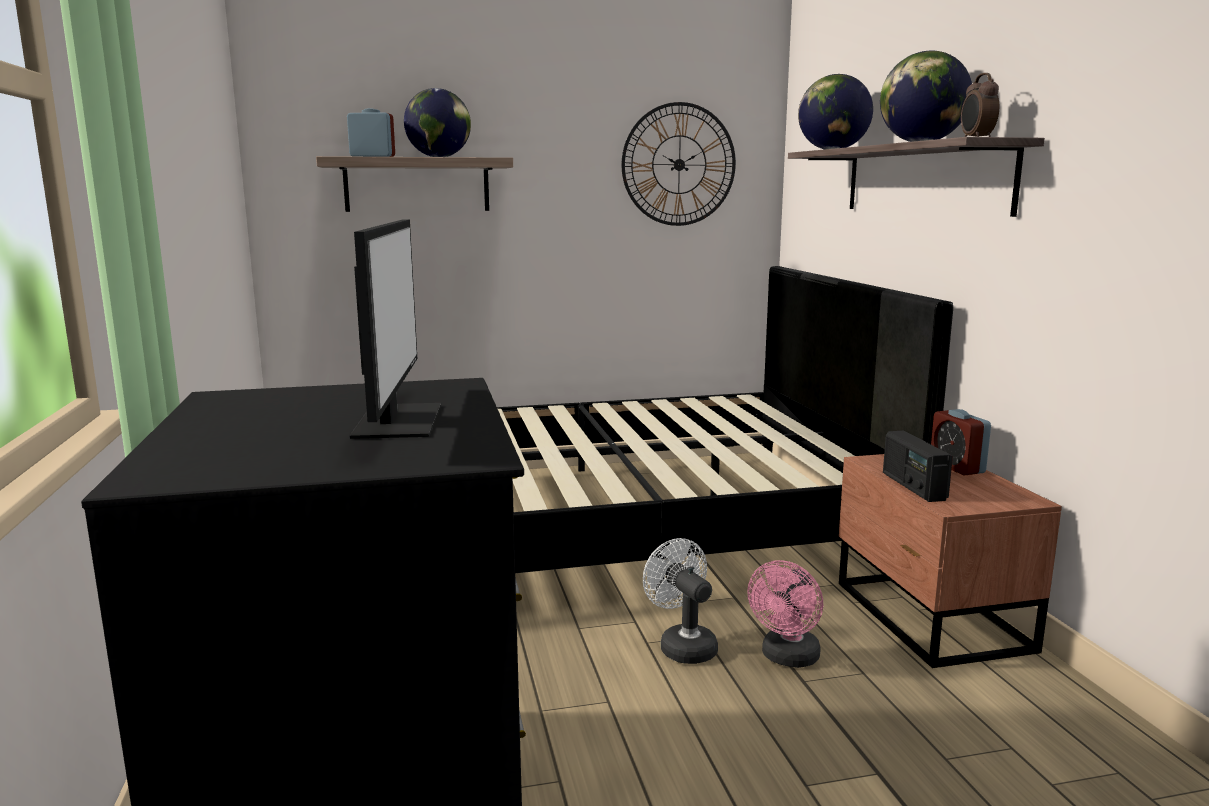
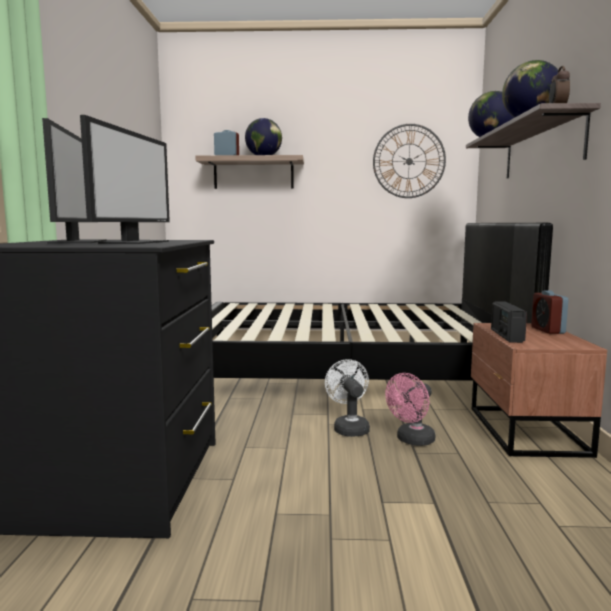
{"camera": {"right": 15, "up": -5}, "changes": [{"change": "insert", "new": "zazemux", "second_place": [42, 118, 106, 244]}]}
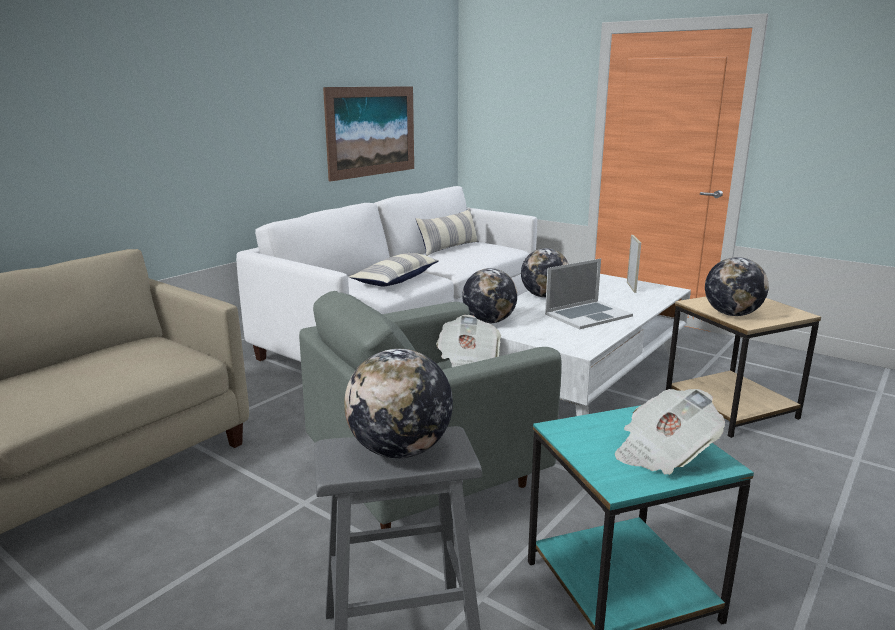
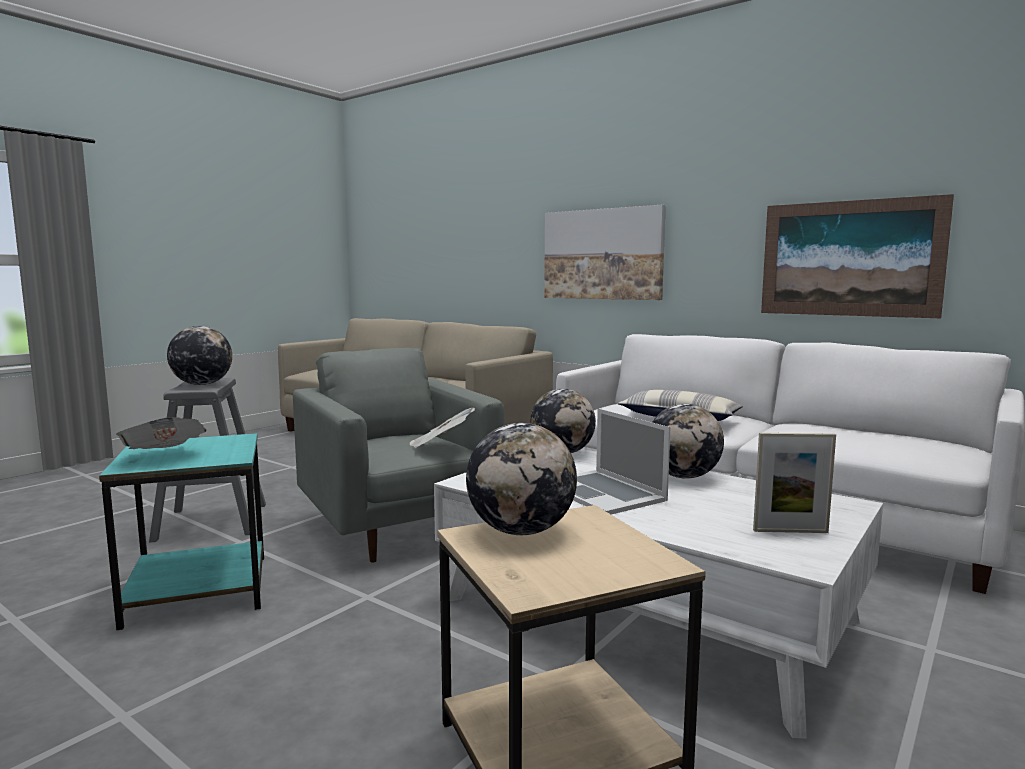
{"camera": {"right": 90, "up": -10}, "changes": [{"change": "delete", "old": "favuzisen", "first_place": [416, 208, 479, 256]}, {"change": "insert", "new": "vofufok", "second_place": [544, 204, 666, 300]}]}
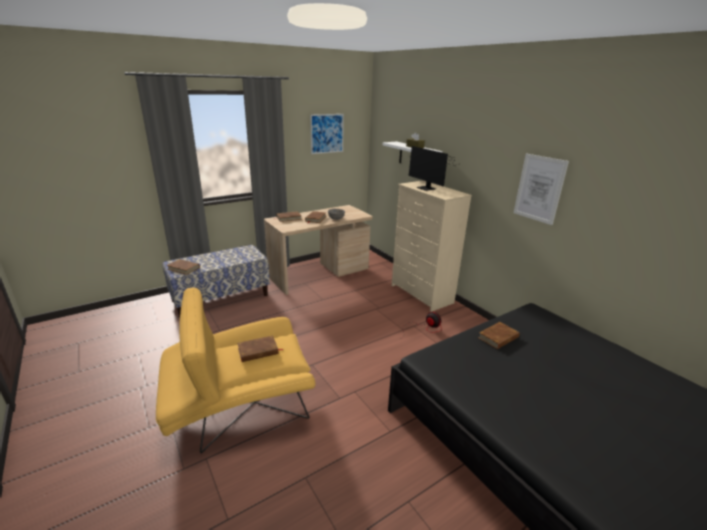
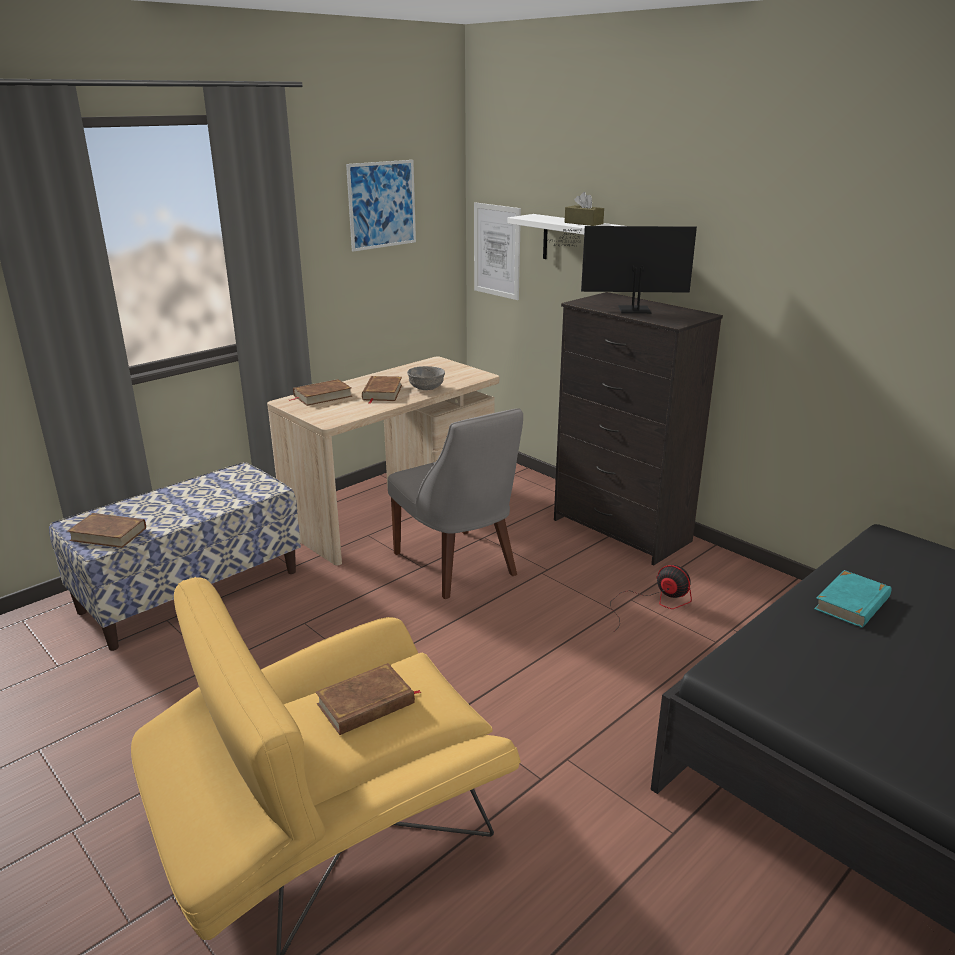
{"camera": {"right": -10, "up": 0}, "changes": [{"change": "recolor", "old": "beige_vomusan", "new": "black_vomusan", "first_place": [392, 180, 472, 312], "second_place": [554, 292, 723, 565]}, {"change": "rotate", "old": "zazemux", "first_place": [408, 146, 457, 191], "second_place": [548, 226, 697, 314], "degrees": 135}, {"change": "recolor", "old": "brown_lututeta", "new": "turquoise_lututeta", "first_place": [478, 322, 520, 349], "second_place": [814, 570, 892, 628]}, {"change": "move", "old": "vofufok", "first_place": [514, 154, 569, 225], "second_place": [474, 202, 521, 300]}, {"change": "insert", "new": "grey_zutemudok", "second_place": [388, 408, 523, 599]}]}
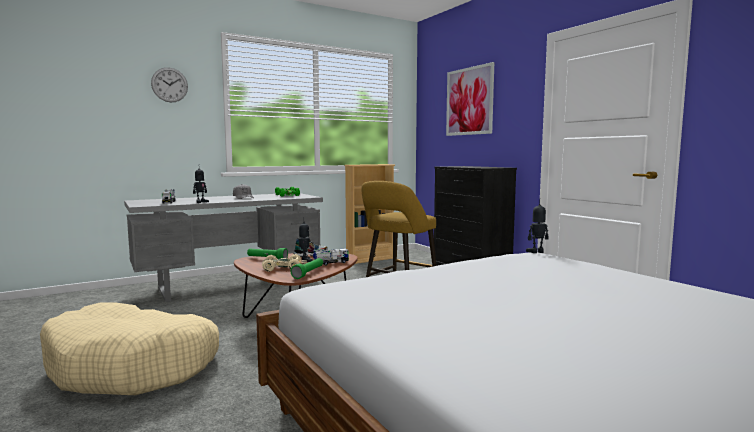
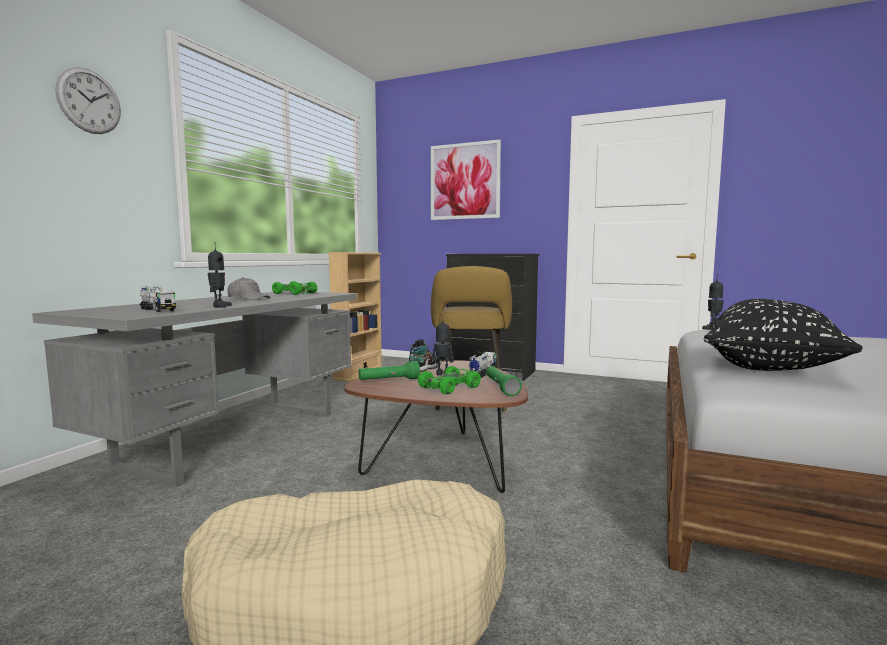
{"camera": {"right": -35, "up": 0}, "changes": [{"change": "recolor", "old": "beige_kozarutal", "new": "green_kozarutal", "first_place": [262, 254, 307, 272], "second_place": [418, 366, 481, 395]}, {"change": "insert", "new": "black_favuzisen", "second_place": [704, 299, 863, 371]}]}
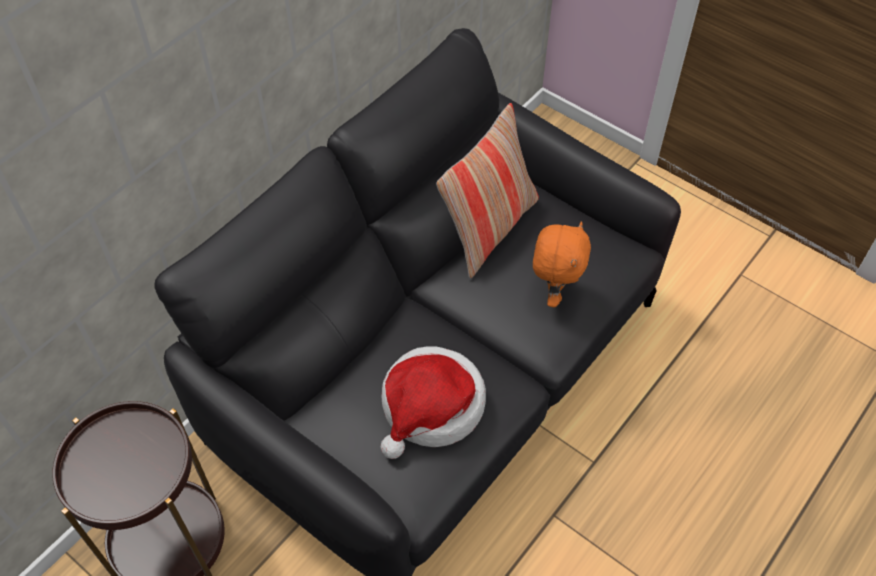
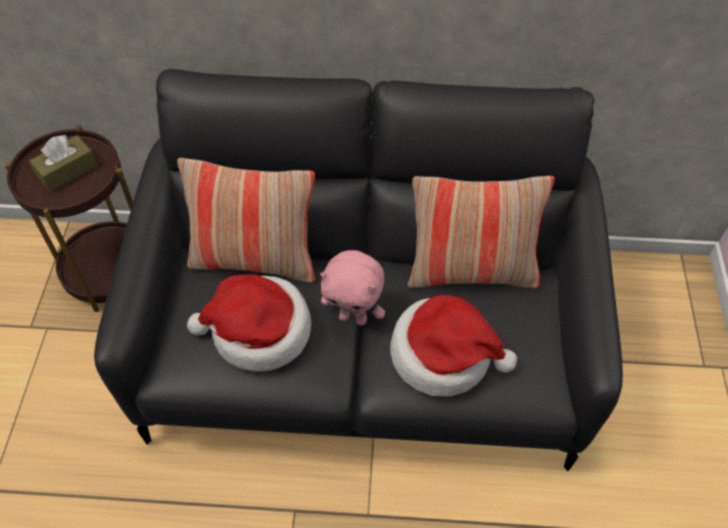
{"camera": {"right": 55, "up": 0}, "changes": [{"change": "replace", "old": "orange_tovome", "new": "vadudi", "first_place": [533, 221, 591, 307], "second_place": [390, 295, 517, 397]}, {"change": "insert", "new": "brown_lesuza", "second_place": [29, 135, 97, 192]}, {"change": "insert", "new": "favuzisen", "second_place": [177, 158, 315, 283]}, {"change": "insert", "new": "pink_tovome", "second_place": [320, 250, 385, 326]}]}
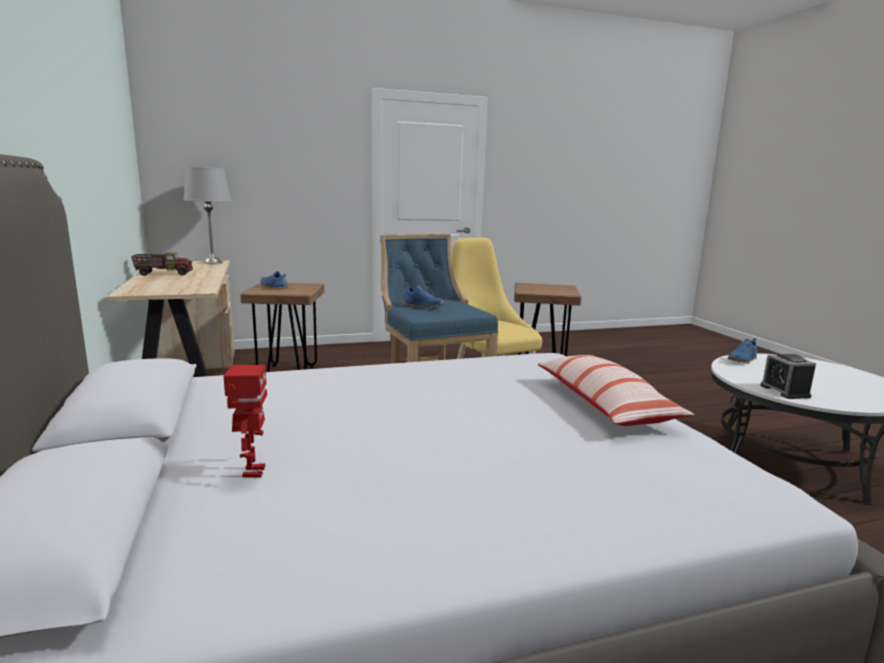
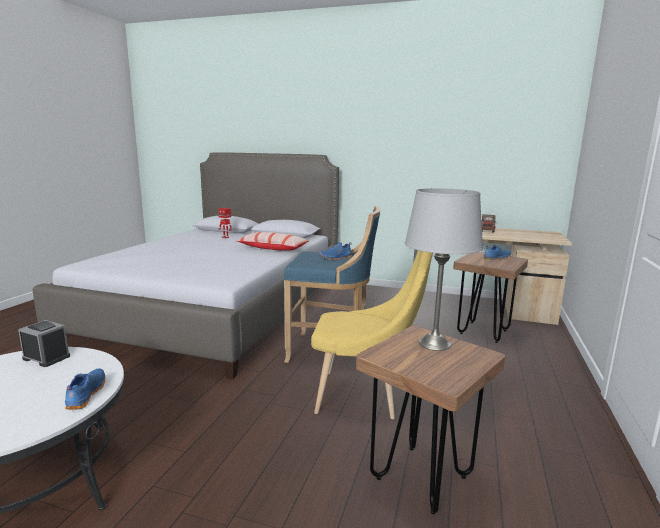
{"camera": {"right": 125, "up": 0}, "changes": [{"change": "move", "old": "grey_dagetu", "first_place": [183, 167, 232, 264], "second_place": [405, 188, 483, 351]}, {"change": "move", "old": "favuzisen", "first_place": [538, 355, 694, 426], "second_place": [237, 232, 309, 251]}]}
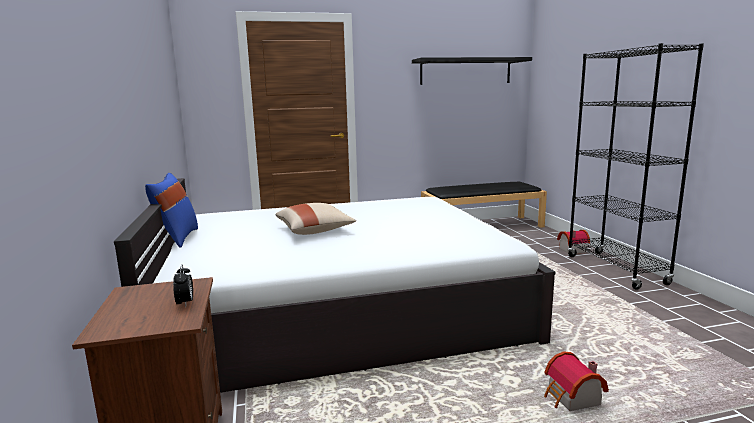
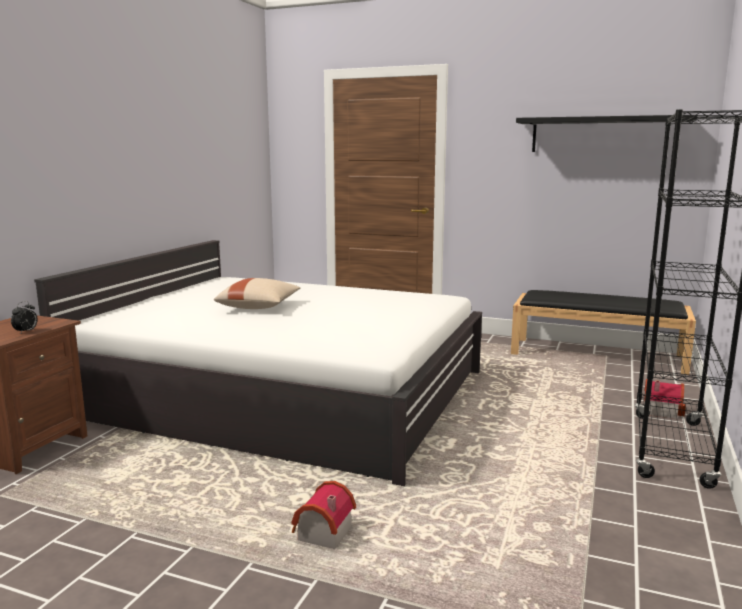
{"camera": {"right": 35, "up": 0}, "changes": [{"change": "delete", "old": "blue_favuzisen", "first_place": [145, 173, 198, 248]}]}
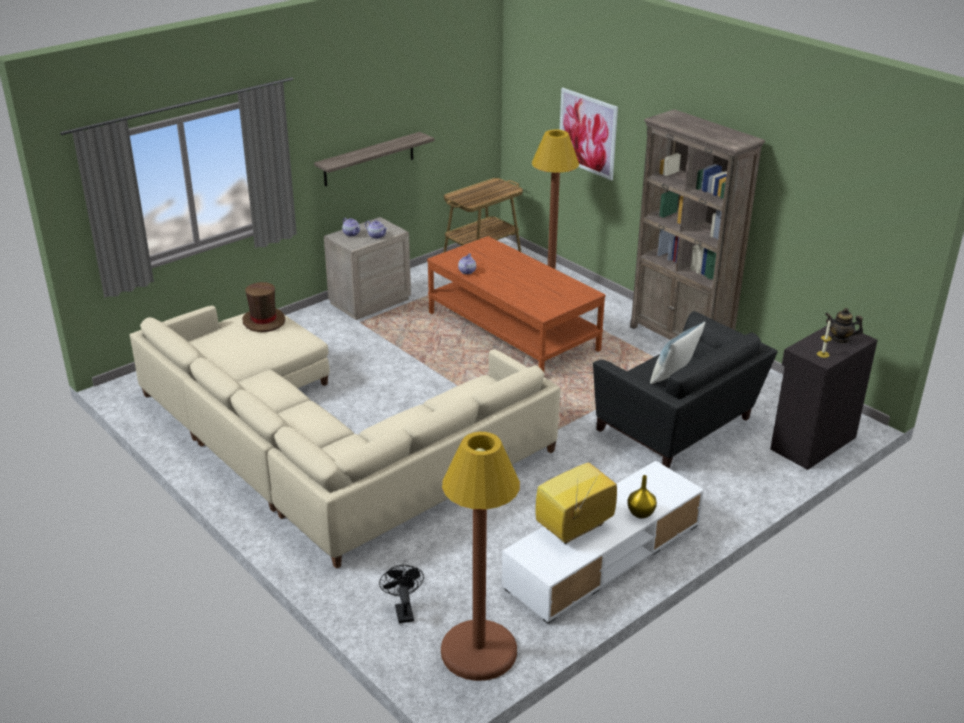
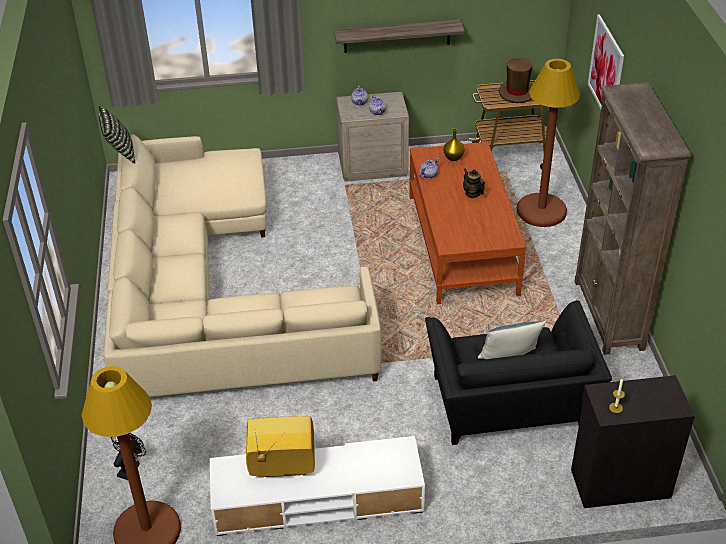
{"camera": {"right": 35, "up": 10}, "changes": [{"change": "move", "old": "brown_vadudi", "first_place": [242, 282, 285, 332], "second_place": [499, 58, 533, 103]}, {"change": "move", "old": "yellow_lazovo", "first_place": [627, 475, 657, 519], "second_place": [443, 129, 465, 161]}, {"change": "move", "old": "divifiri", "first_place": [825, 308, 863, 344], "second_place": [463, 168, 485, 198]}, {"change": "insert", "new": "favuzisen", "second_place": [98, 106, 135, 163]}]}
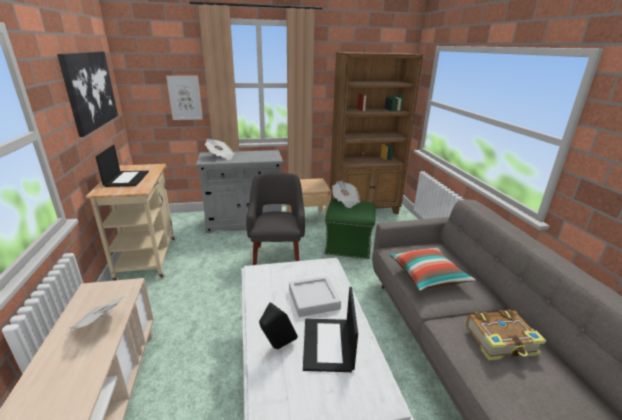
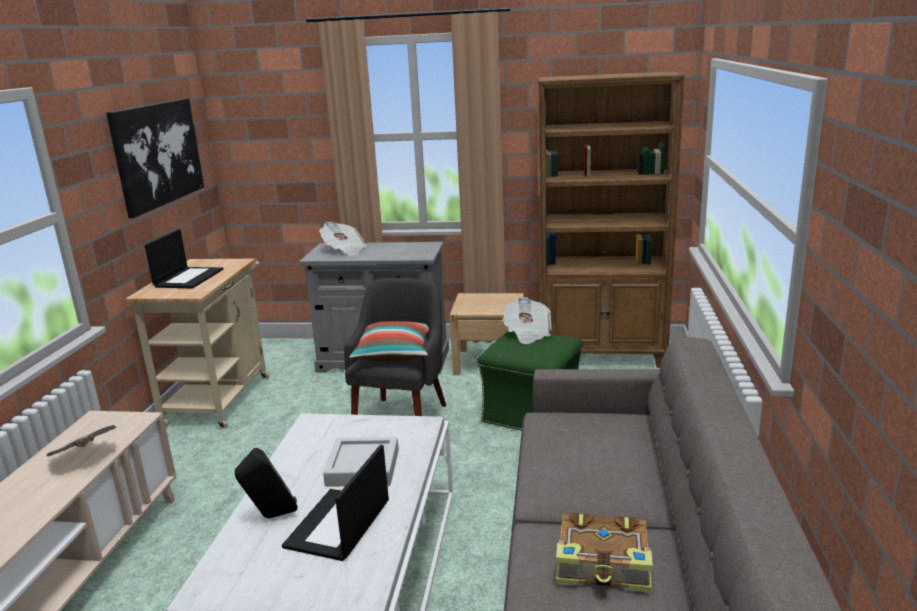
{"camera": {"right": 20, "up": -5}, "changes": [{"change": "delete", "old": "vofufok", "first_place": [166, 76, 203, 120]}, {"change": "move", "old": "favuzisen", "first_place": [390, 247, 476, 291], "second_place": [349, 321, 429, 361]}]}
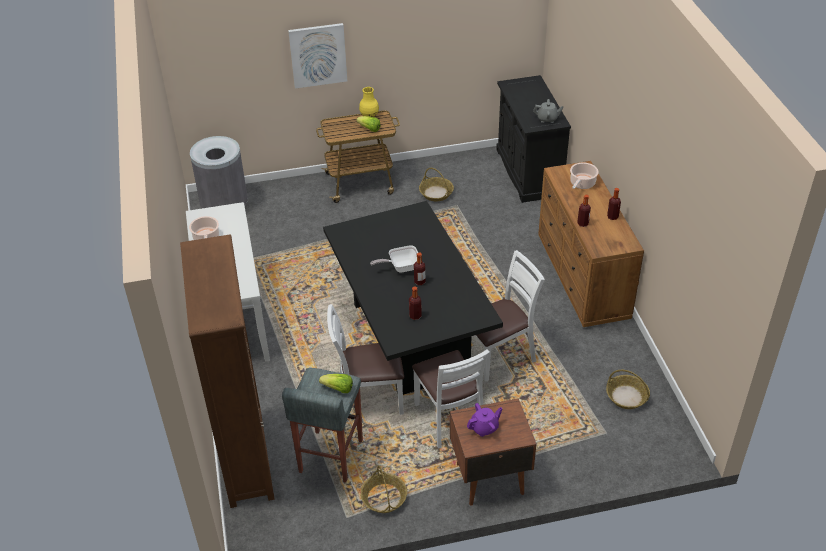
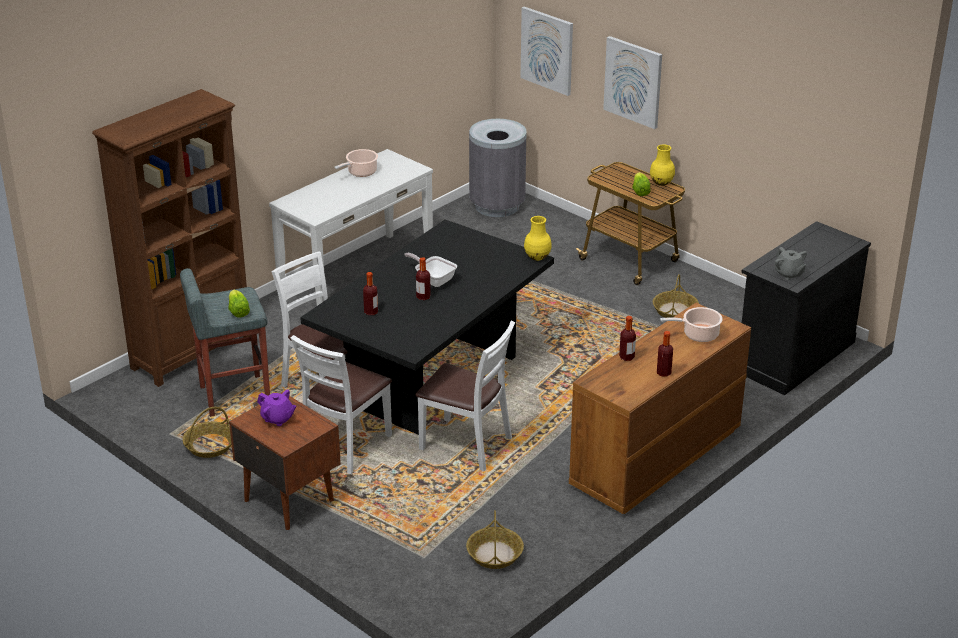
{"camera": {"right": 55, "up": -10}, "changes": [{"change": "insert", "new": "vofufok", "second_place": [521, 7, 573, 96]}, {"change": "insert", "new": "yellow_lazovo", "second_place": [524, 216, 552, 261]}]}
